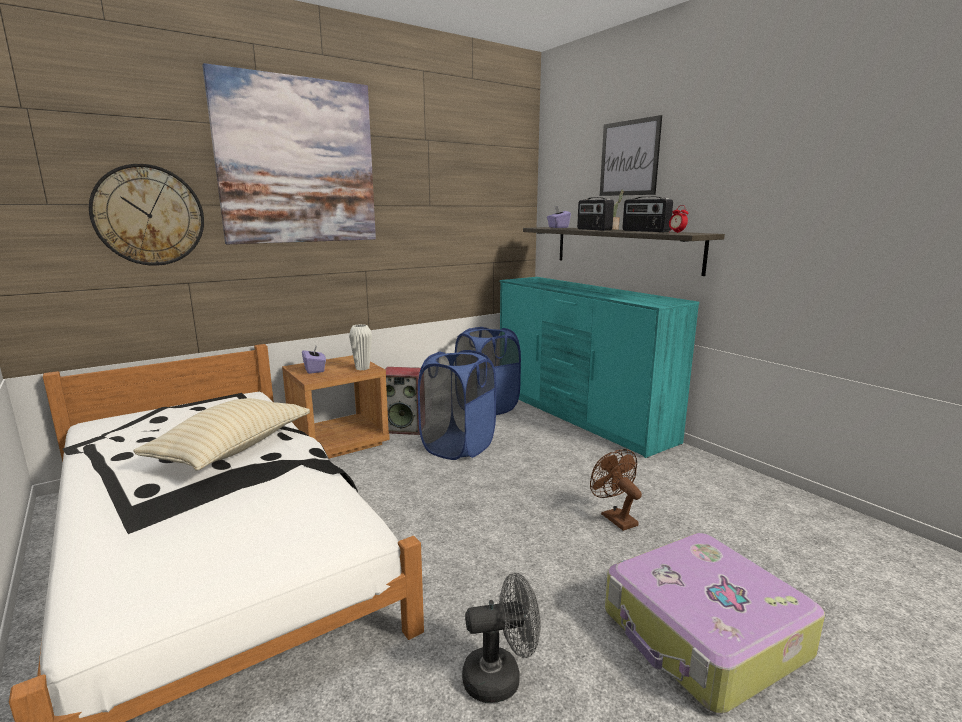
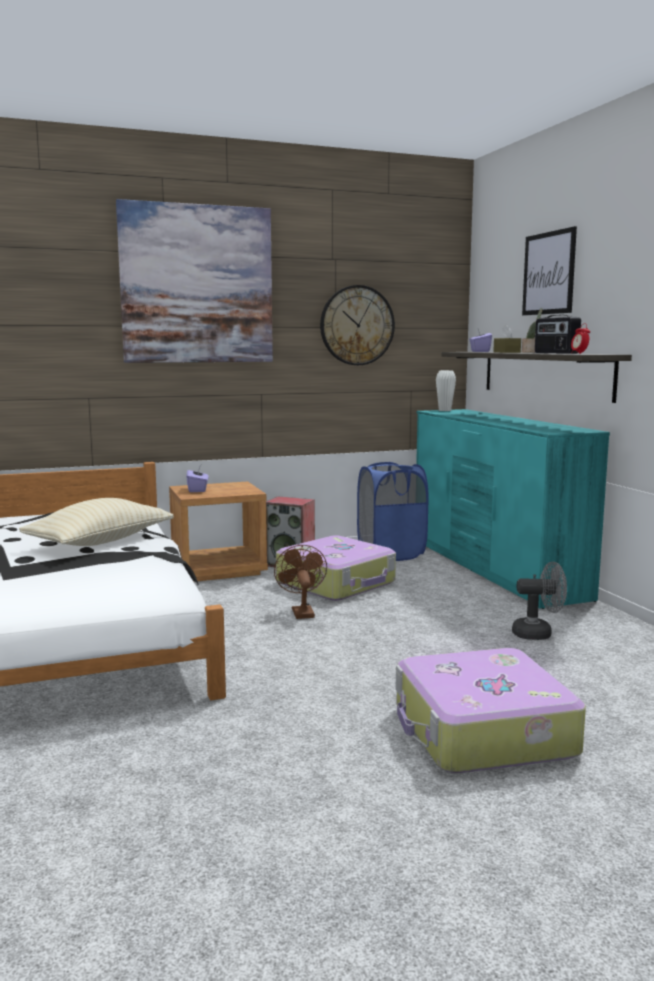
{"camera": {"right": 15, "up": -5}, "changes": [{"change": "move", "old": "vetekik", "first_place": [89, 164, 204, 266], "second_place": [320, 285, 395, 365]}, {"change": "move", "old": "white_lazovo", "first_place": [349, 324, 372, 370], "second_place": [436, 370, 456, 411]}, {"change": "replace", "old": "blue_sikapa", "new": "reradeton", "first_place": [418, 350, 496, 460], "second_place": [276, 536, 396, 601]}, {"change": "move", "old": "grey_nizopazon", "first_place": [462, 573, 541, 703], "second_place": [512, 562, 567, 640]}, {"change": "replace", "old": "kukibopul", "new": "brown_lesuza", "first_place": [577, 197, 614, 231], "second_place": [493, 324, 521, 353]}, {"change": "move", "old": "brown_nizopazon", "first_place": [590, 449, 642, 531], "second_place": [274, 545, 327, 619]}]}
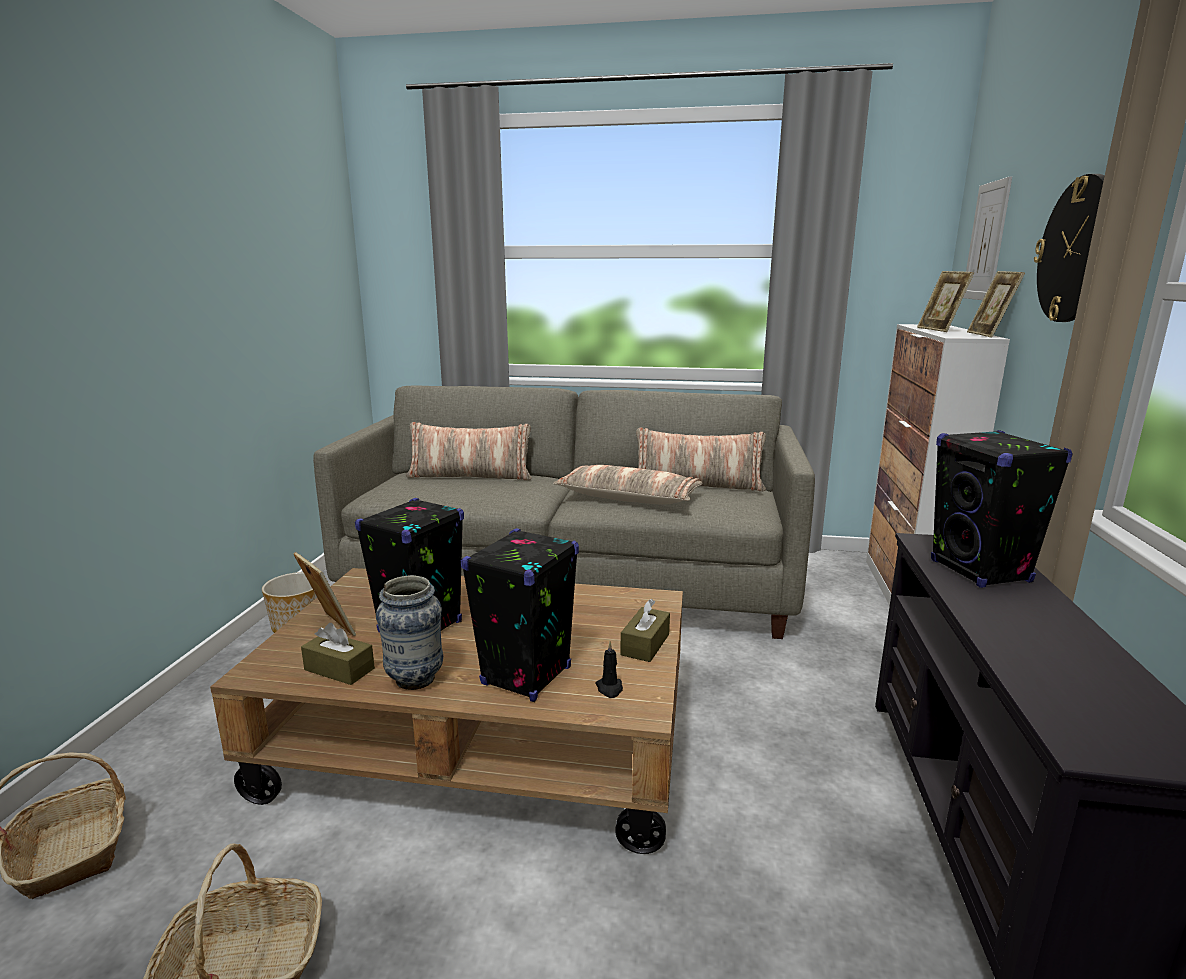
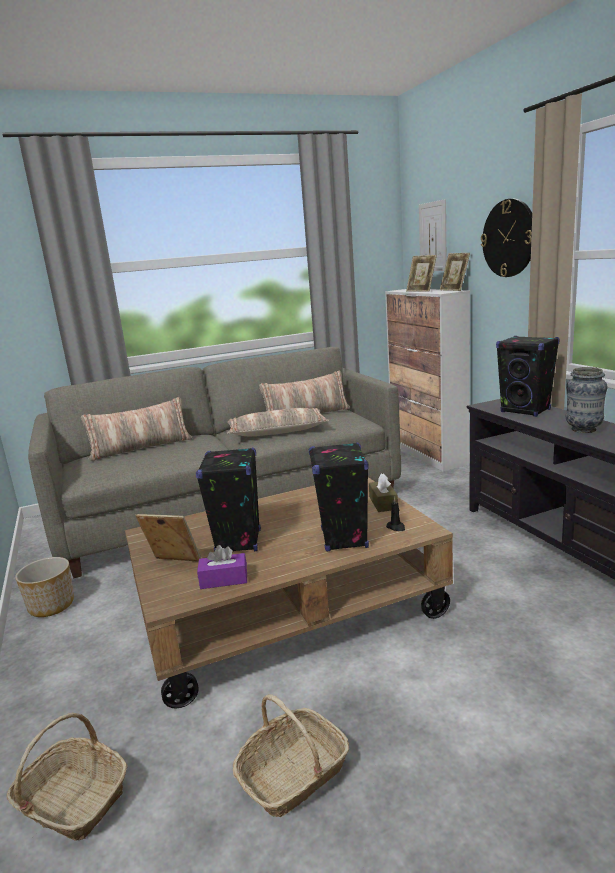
{"camera": {"right": -30, "up": 0}, "changes": [{"change": "recolor", "old": "brown_lesuza", "new": "purple_lesuza", "first_place": [301, 623, 375, 685], "second_place": [197, 545, 247, 589]}, {"change": "move", "old": "lazovo", "first_place": [376, 575, 443, 690], "second_place": [566, 367, 608, 433]}]}
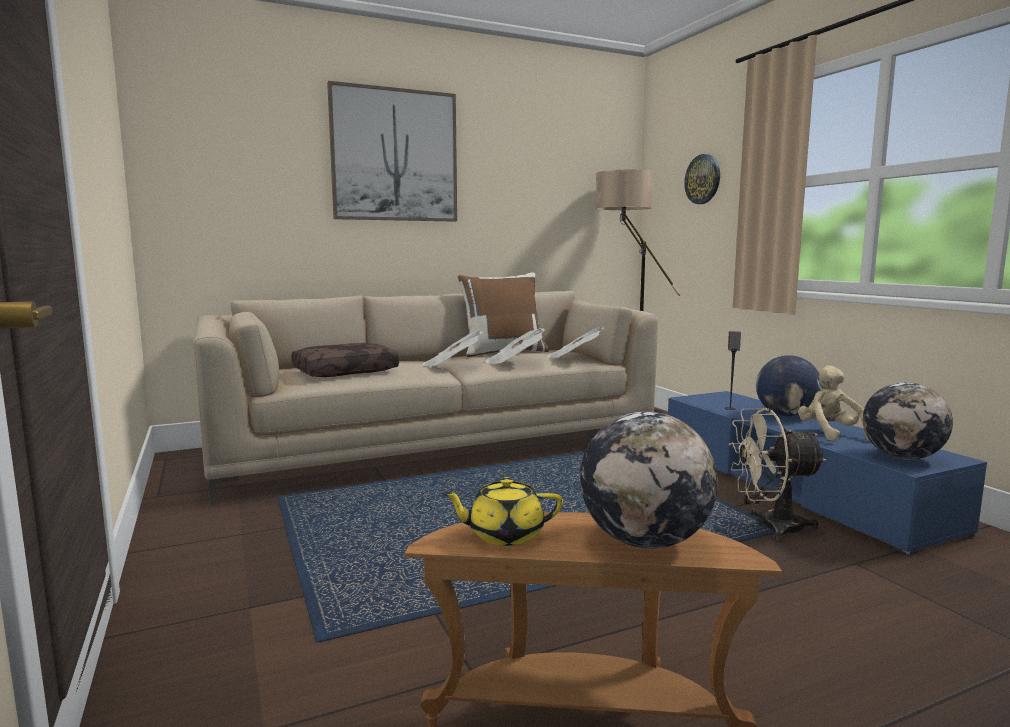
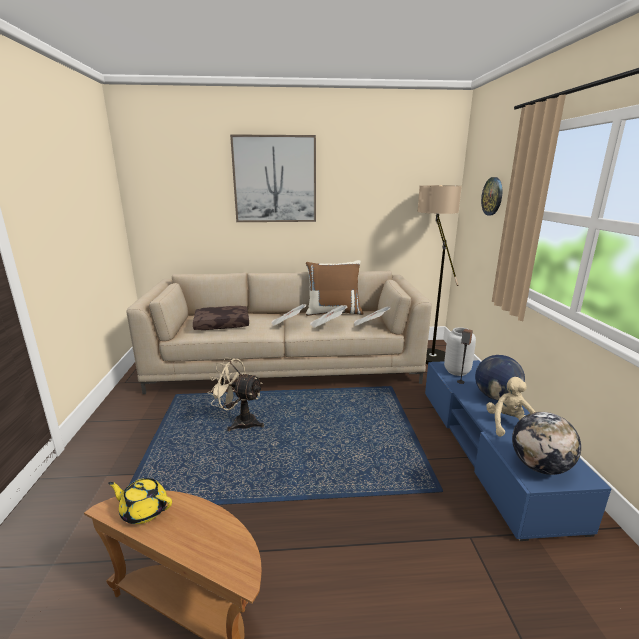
{"camera": {"right": 20, "up": 10}, "changes": [{"change": "delete", "old": "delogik", "first_place": [580, 411, 718, 549]}, {"change": "move", "old": "beige_nizopazon", "first_place": [729, 408, 826, 542], "second_place": [208, 357, 264, 431]}, {"change": "insert", "new": "grey_lazovo", "second_place": [444, 327, 476, 376]}]}
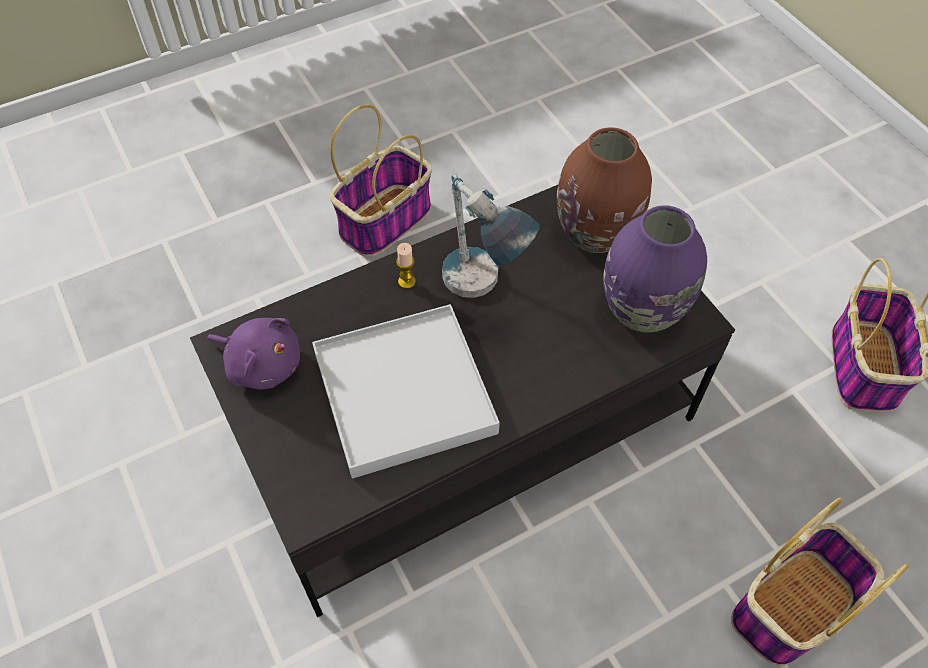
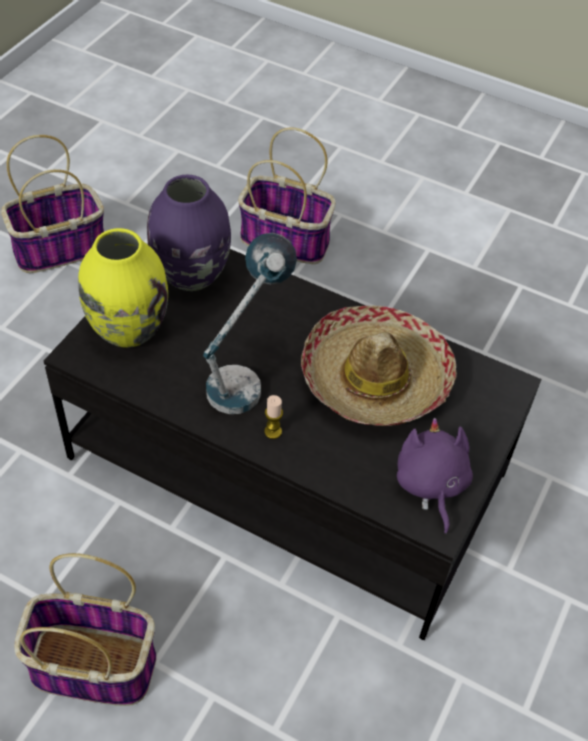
{"camera": {"right": -125, "up": -5}, "changes": [{"change": "replace", "old": "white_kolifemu", "new": "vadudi", "first_place": [312, 304, 500, 479], "second_place": [301, 306, 457, 426]}, {"change": "recolor", "old": "brown_lazovo", "new": "yellow_lazovo", "first_place": [557, 127, 652, 253], "second_place": [78, 228, 168, 348]}]}
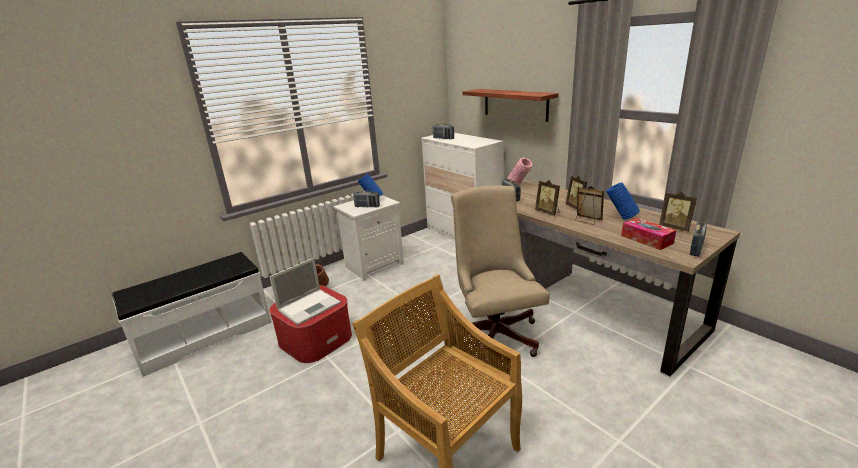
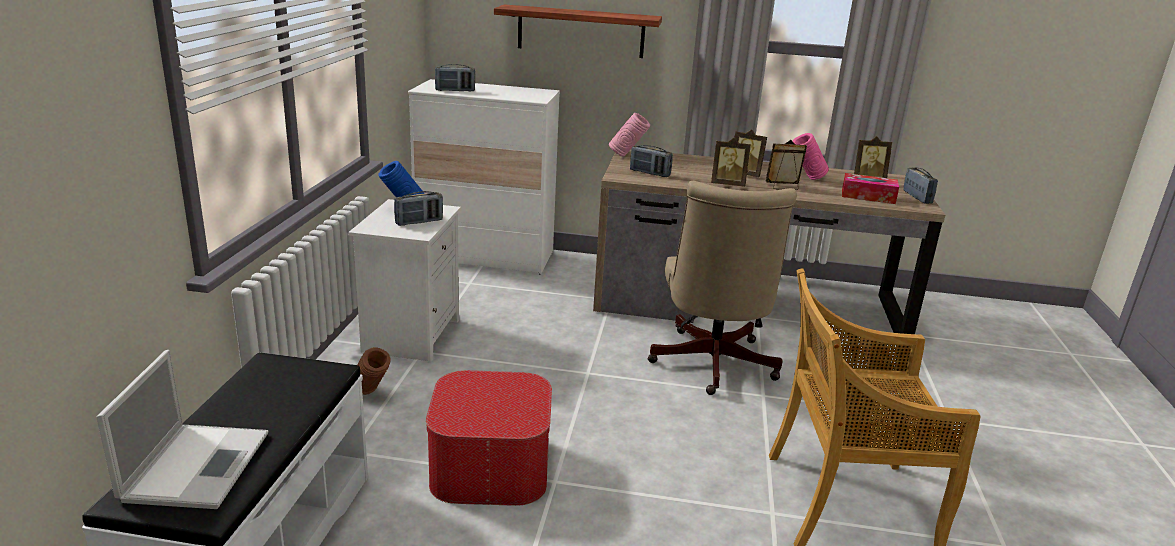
{"camera": {"right": -45, "up": 0}, "changes": [{"change": "move", "old": "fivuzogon", "first_place": [269, 258, 341, 325], "second_place": [96, 350, 268, 509]}, {"change": "rotate", "old": "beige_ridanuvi", "first_place": [451, 185, 550, 357], "second_place": [648, 181, 797, 395], "degrees": -120}, {"change": "recolor", "old": "blue_lazovo", "new": "pink_lazovo", "first_place": [606, 182, 640, 220], "second_place": [793, 133, 829, 180]}]}
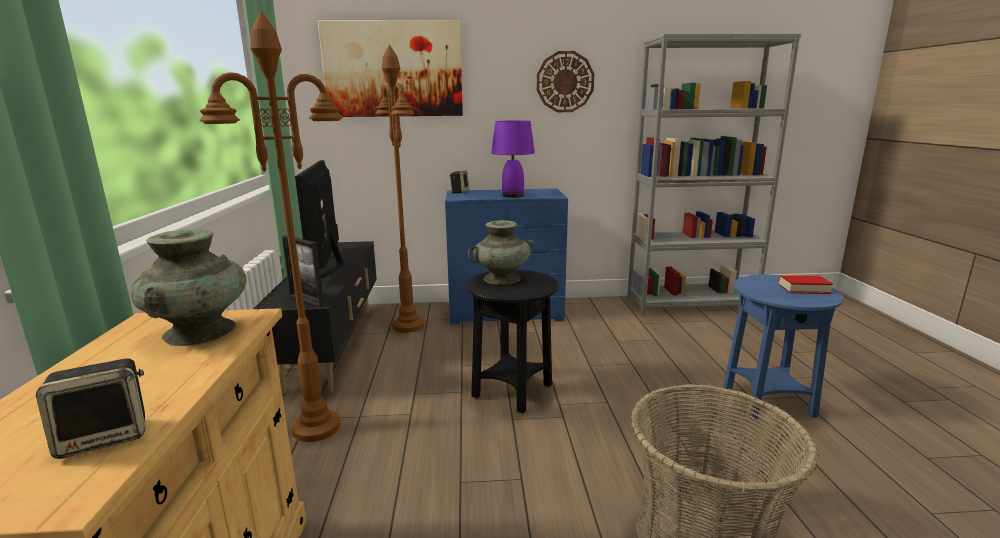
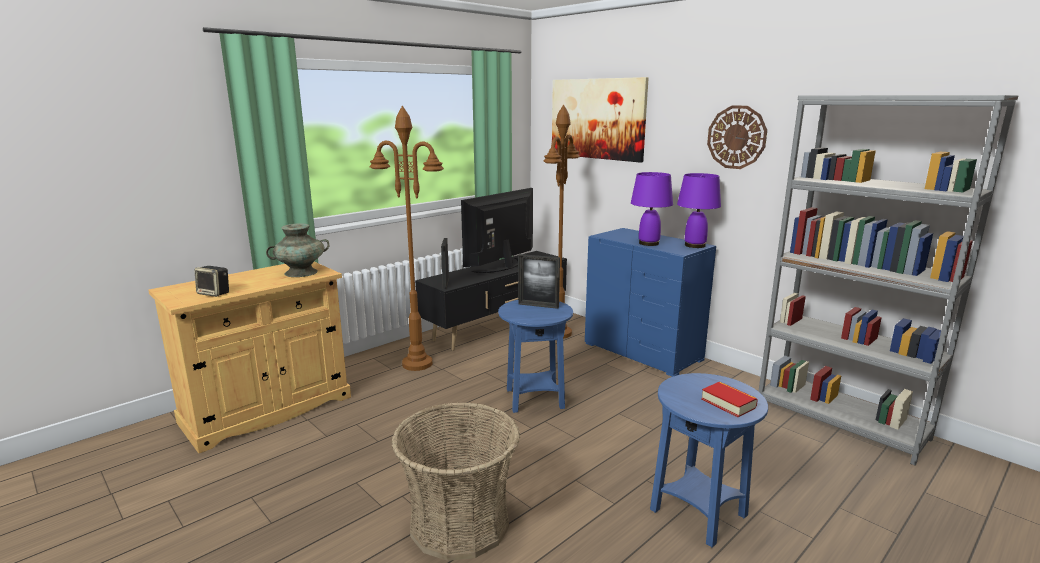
{"camera": {"right": 50, "up": 0}, "changes": [{"change": "delete", "old": "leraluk", "first_place": [450, 170, 469, 194]}, {"change": "recolor", "old": "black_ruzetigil", "new": "blue_ruzetigil", "first_place": [466, 270, 558, 413], "second_place": [498, 300, 573, 413]}, {"change": "replace", "old": "turquoise_lazovo", "new": "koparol", "first_place": [468, 220, 535, 285], "second_place": [518, 254, 560, 309]}, {"change": "insert", "new": "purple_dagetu", "second_place": [677, 173, 721, 248]}]}
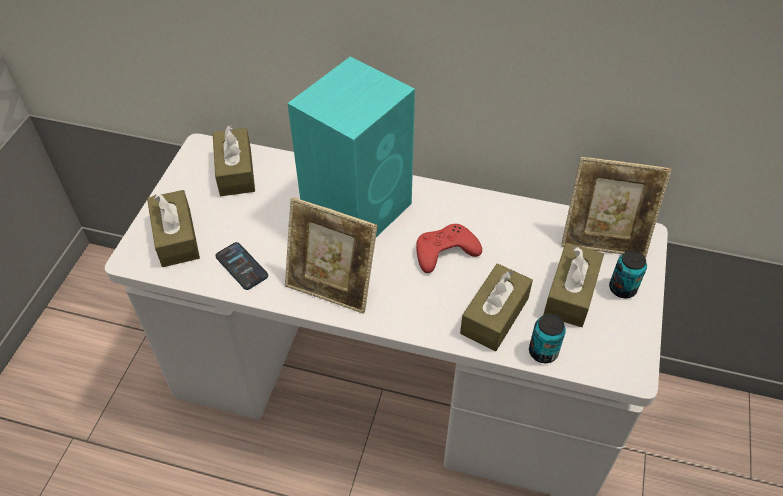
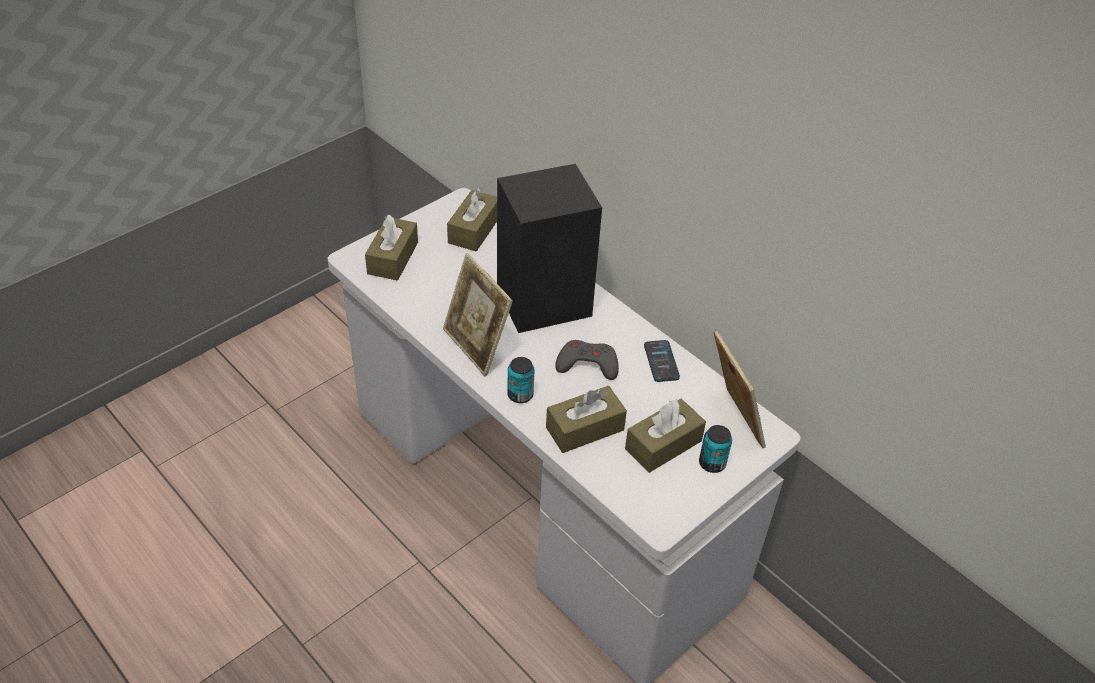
{"camera": {"right": 30, "up": -5}, "changes": [{"change": "move", "old": "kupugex", "first_place": [215, 242, 268, 290], "second_place": [644, 340, 680, 382]}, {"change": "recolor", "old": "turquoise_leraluk", "new": "black_leraluk", "first_place": [288, 56, 415, 237], "second_place": [497, 164, 602, 333]}, {"change": "recolor", "old": "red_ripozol", "new": "grey_ripozol", "first_place": [416, 224, 482, 273], "second_place": [555, 340, 619, 380]}, {"change": "move", "old": "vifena", "first_place": [529, 314, 566, 363], "second_place": [507, 357, 534, 403]}, {"change": "rotate", "old": "koparol", "first_place": [561, 157, 672, 257], "second_place": [713, 329, 766, 448], "degrees": -150}]}
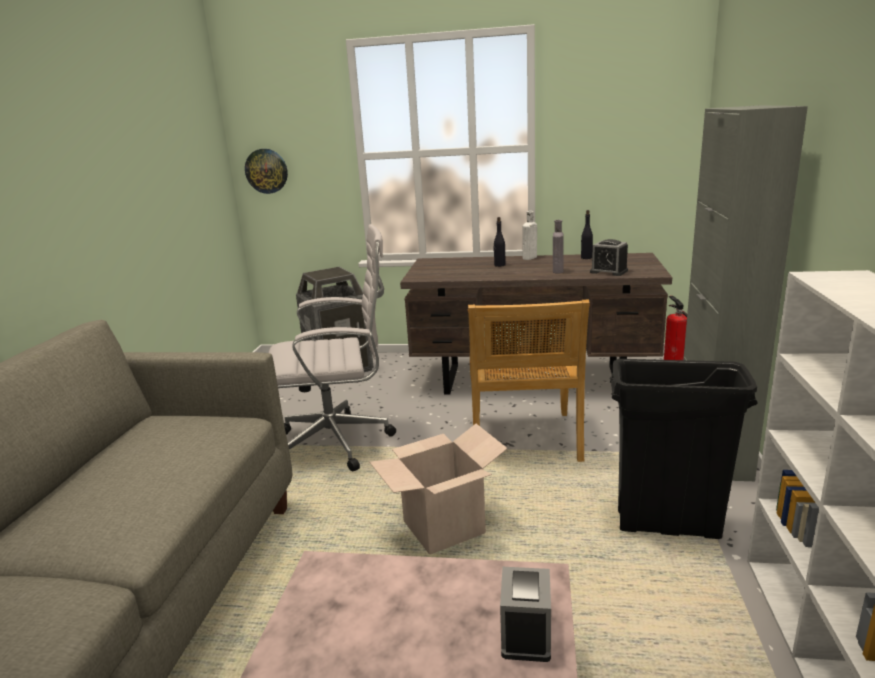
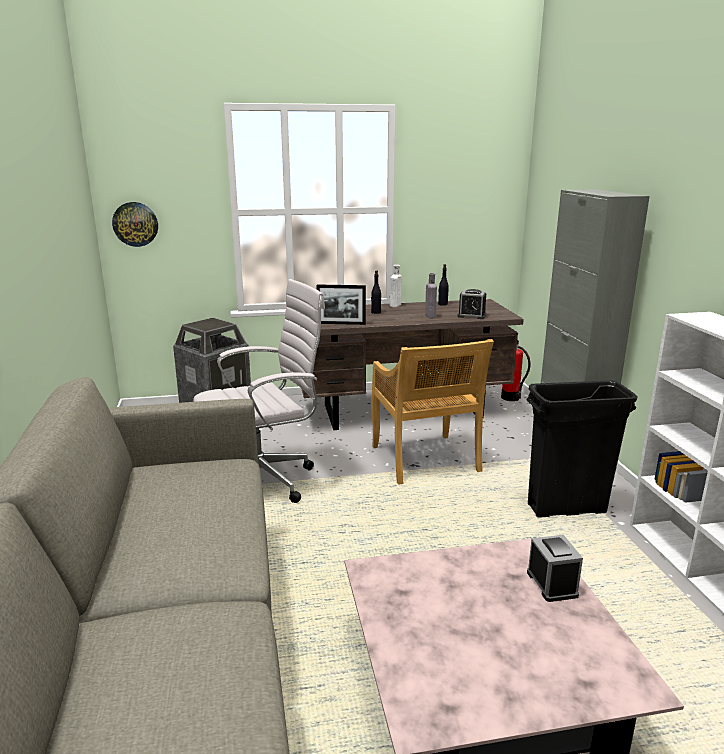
{"camera": {"right": -20, "up": 0}, "changes": [{"change": "delete", "old": "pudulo", "first_place": [369, 424, 508, 555]}, {"change": "insert", "new": "koparol", "second_place": [317, 284, 366, 325]}]}
